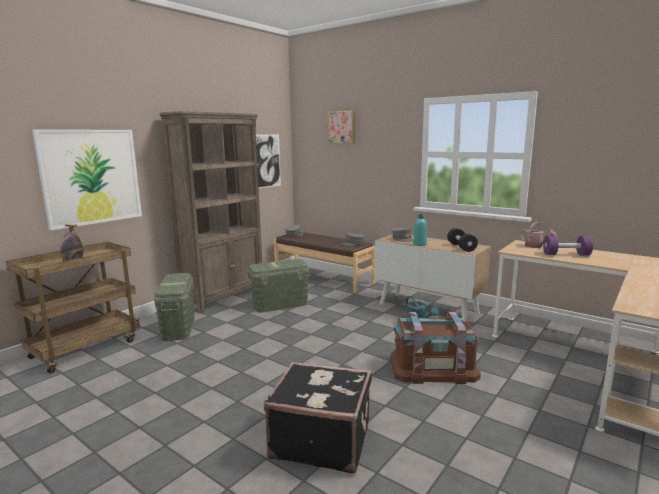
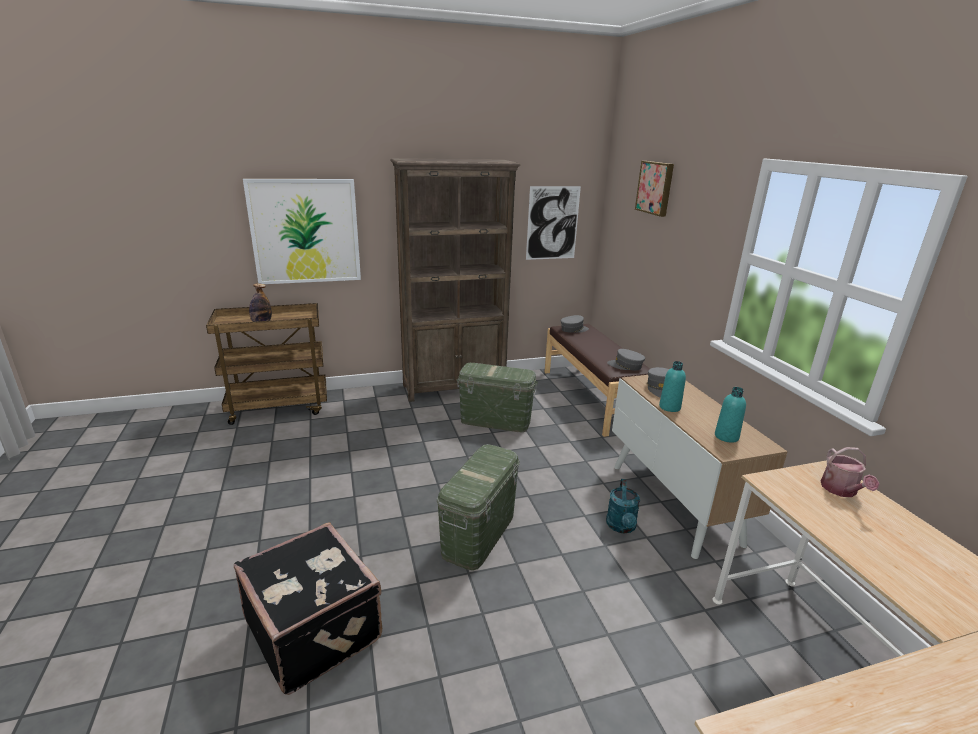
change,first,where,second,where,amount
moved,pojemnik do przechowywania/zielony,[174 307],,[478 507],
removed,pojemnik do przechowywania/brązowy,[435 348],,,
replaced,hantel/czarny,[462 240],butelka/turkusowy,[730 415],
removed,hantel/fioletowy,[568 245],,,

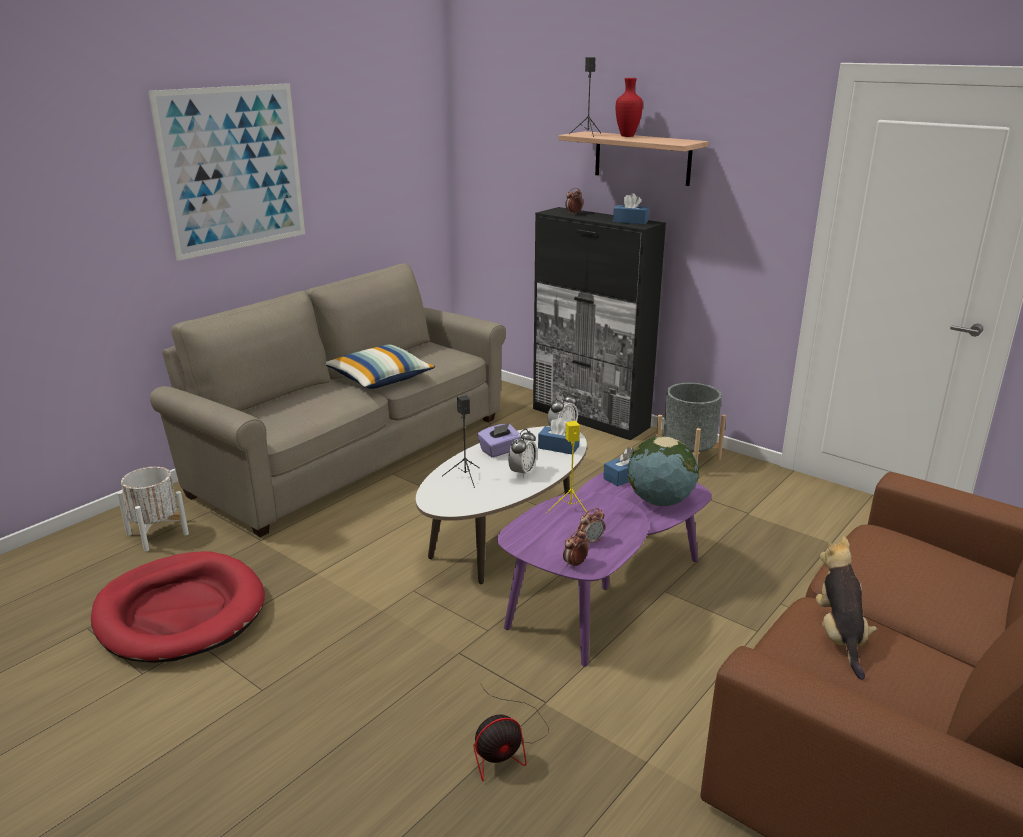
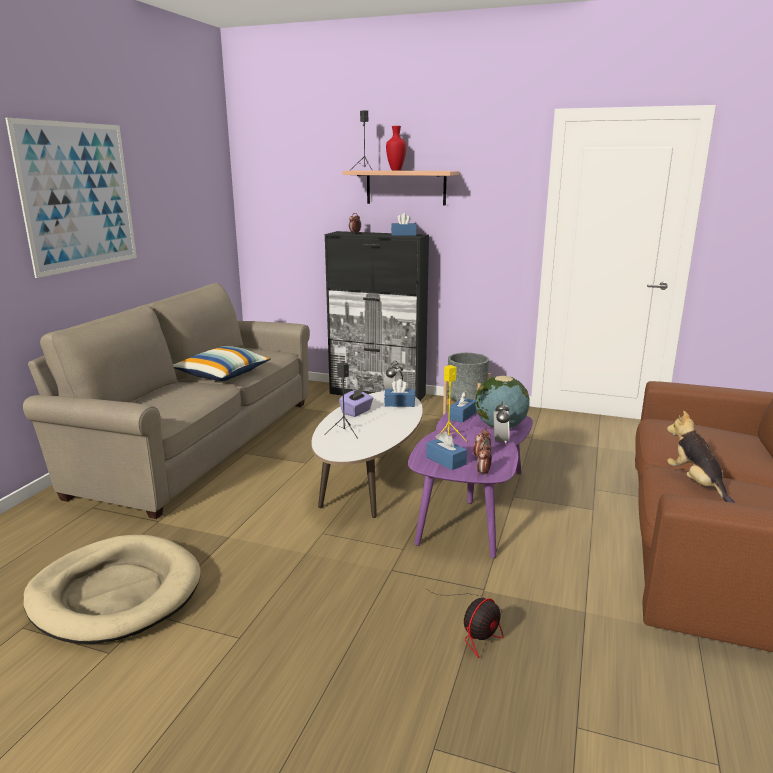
change,first,where,second,where,amount
recoloured,legowisko/czerwony,[178 607],legowisko/beżowy,[112 589],
removed,donica/biały,[153 509],,,
moved,budzik,[522 453],,[501 423],
added,,,pudełko chusteczek/niebieski,[446 450],

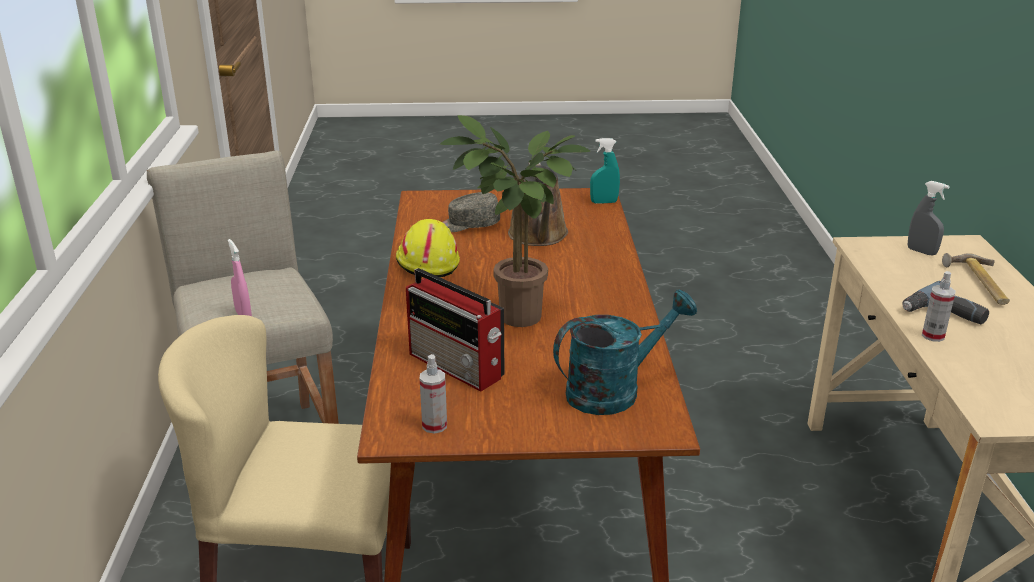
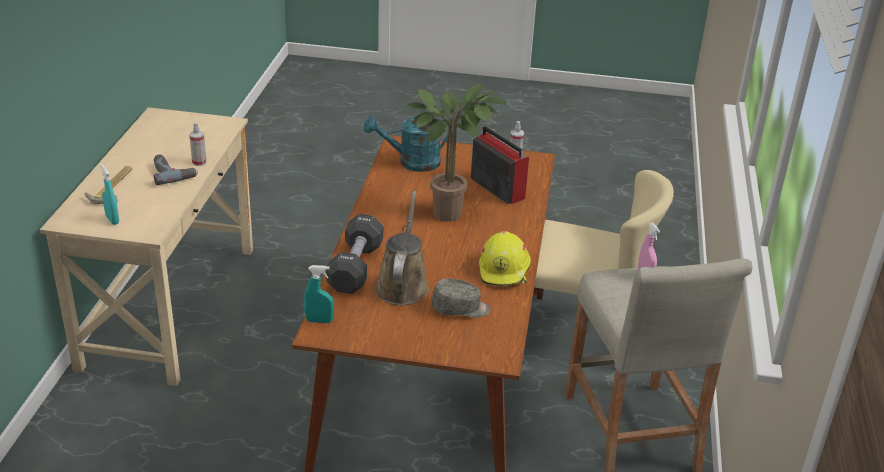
change,first,where,second,where,amount
recoloured,spryskiwacz/szary,[929 218],spryskiwacz/turkusowy,[109 194],
added,,,hantel/czarny,[354 254],

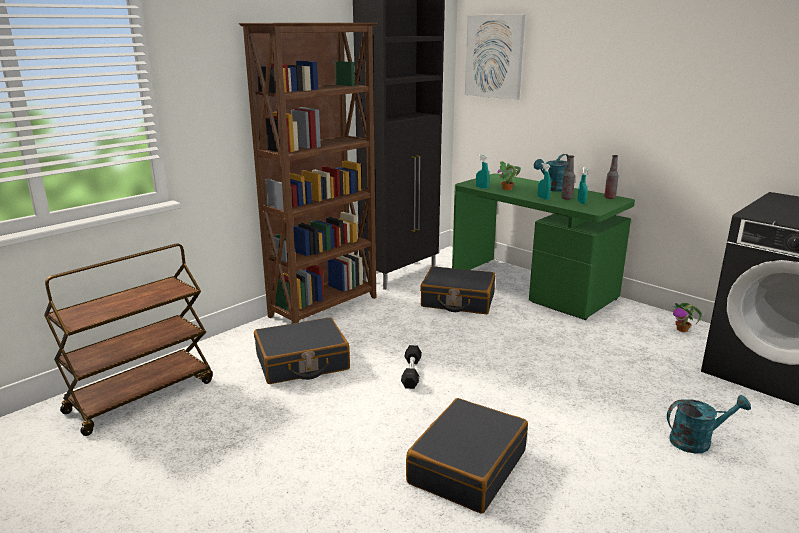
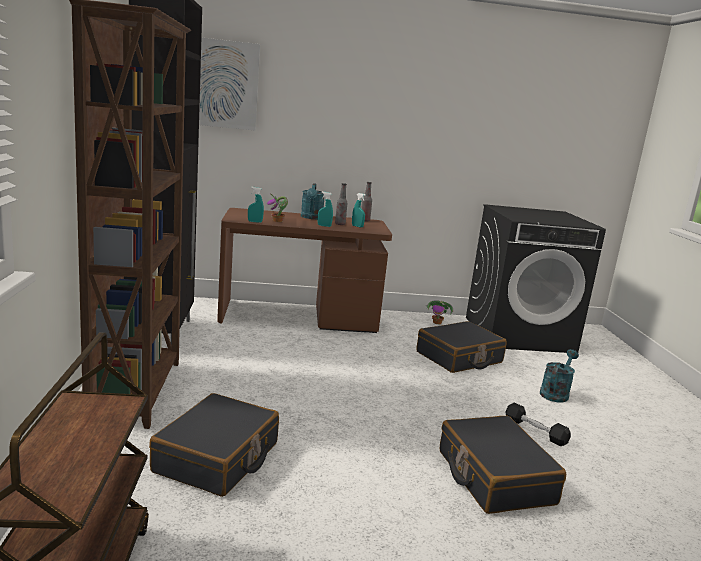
change,first,where,second,where,amount
moved,hantel/czarny,[411 367],,[538 424],
moved,walizka/czarny,[457 290],,[462 347],
recoloured,biurko/zielony,[543 246],biurko/brązowy,[304 270],

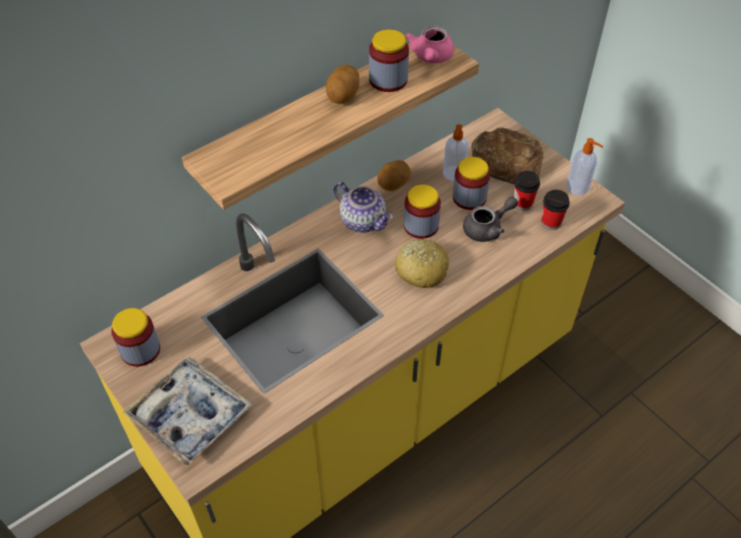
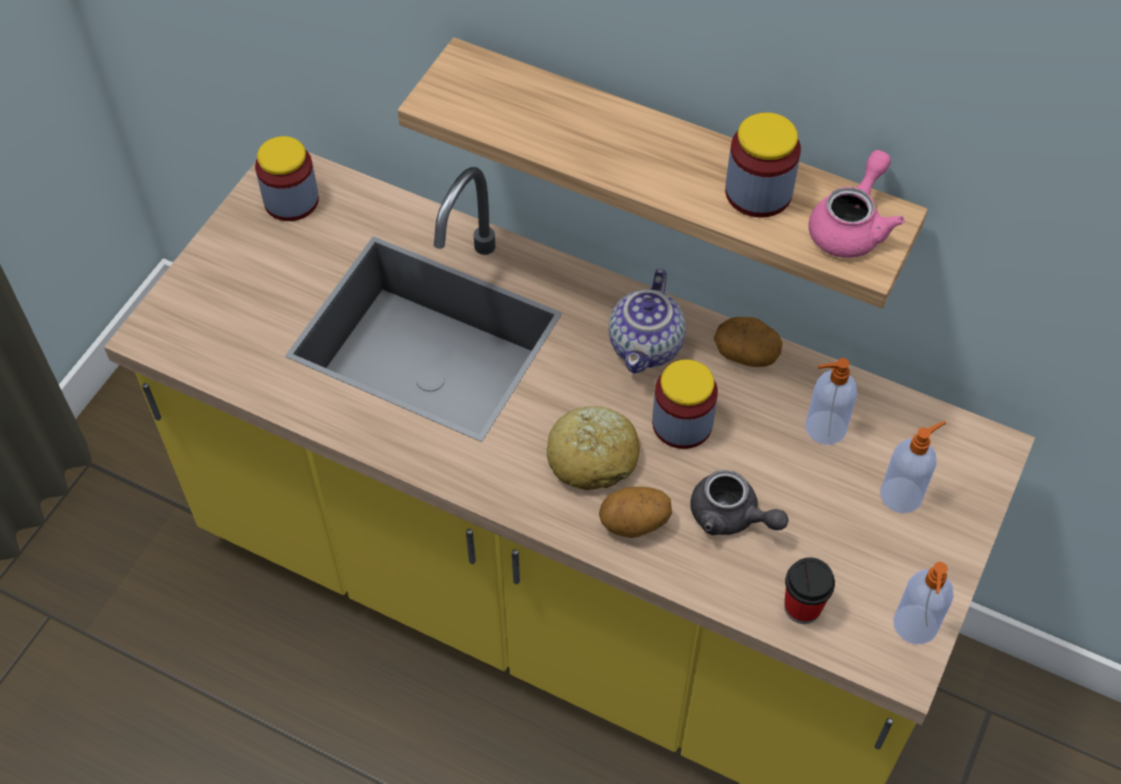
change,first,where,second,where,amount
removed,taca,[187 412],,,
moved,ziemniak,[342 84],,[635 512],
turned,imbryk/różowy,[429 44],,[856 204],135 degrees clockwise
removed,słoik,[471 183],,,
replaced,chleb,[507 155],dozownik mydła,[913 467],
removed,filiżanka,[527 191],,,

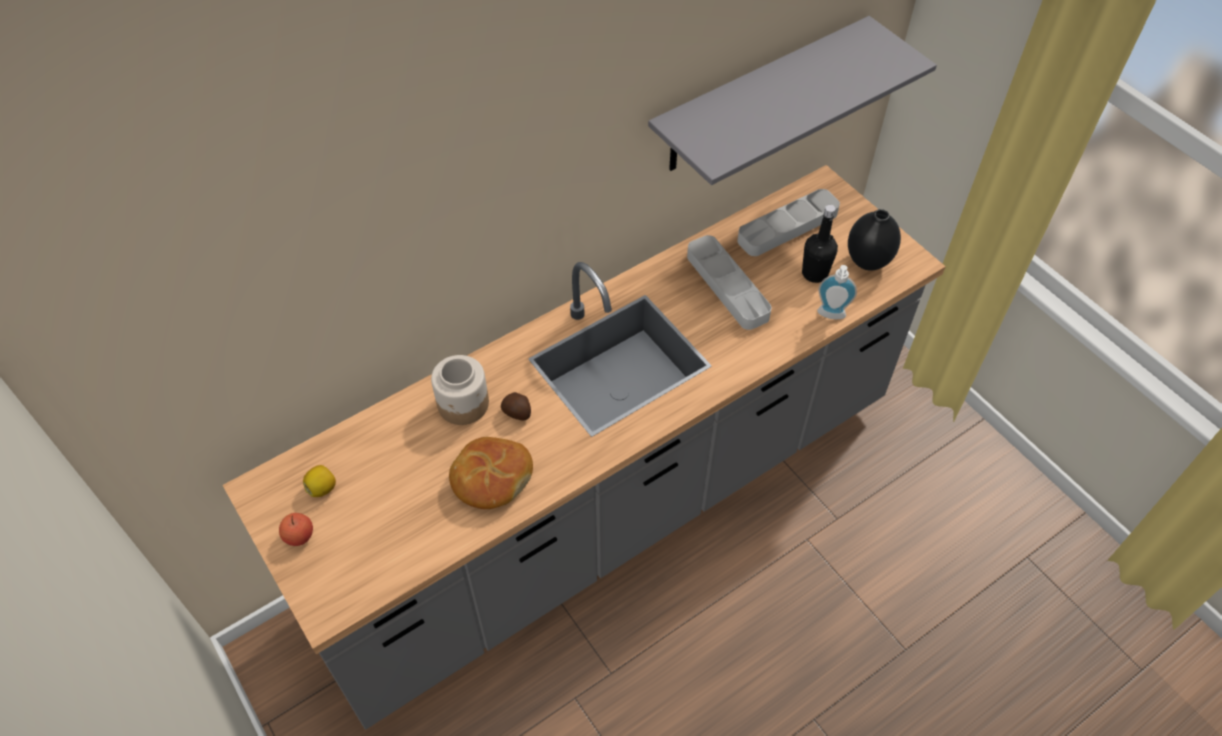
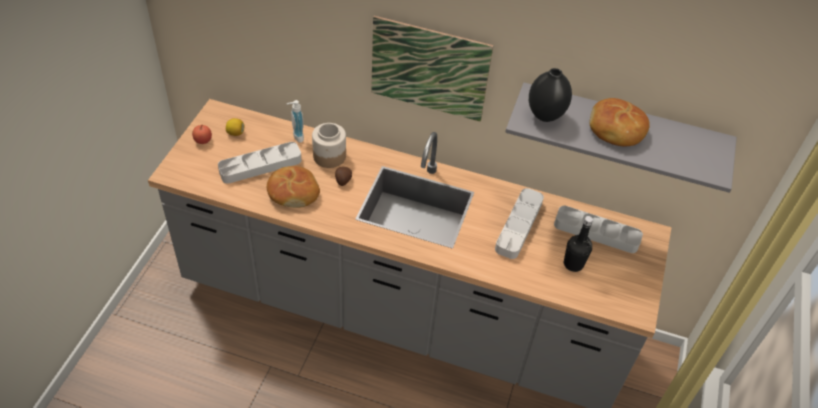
change,first,where,second,where,amount
moved,dozownik mydła,[837 292],,[295 121],
moved,wazon/czarny,[874 240],,[550 95],
added,,,taca/szary,[259 162],
added,,,obraz,[432 69],
added,,,chleb,[619 122],

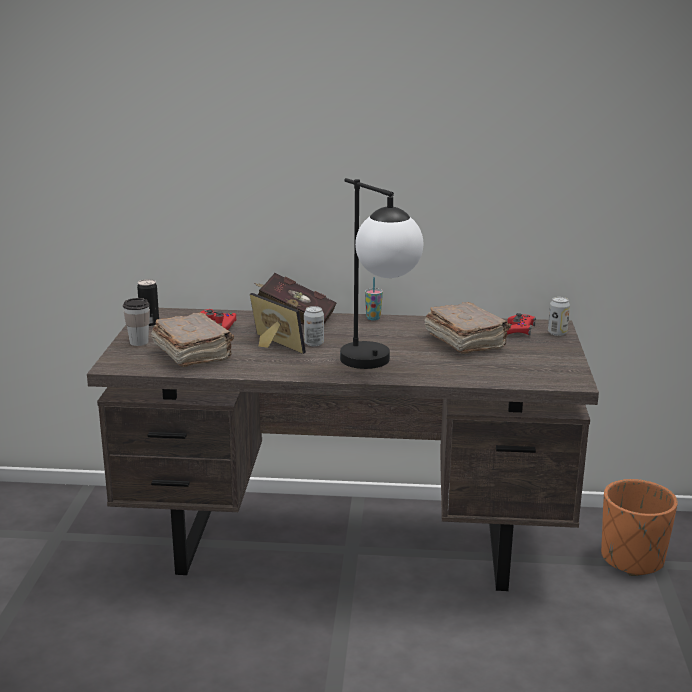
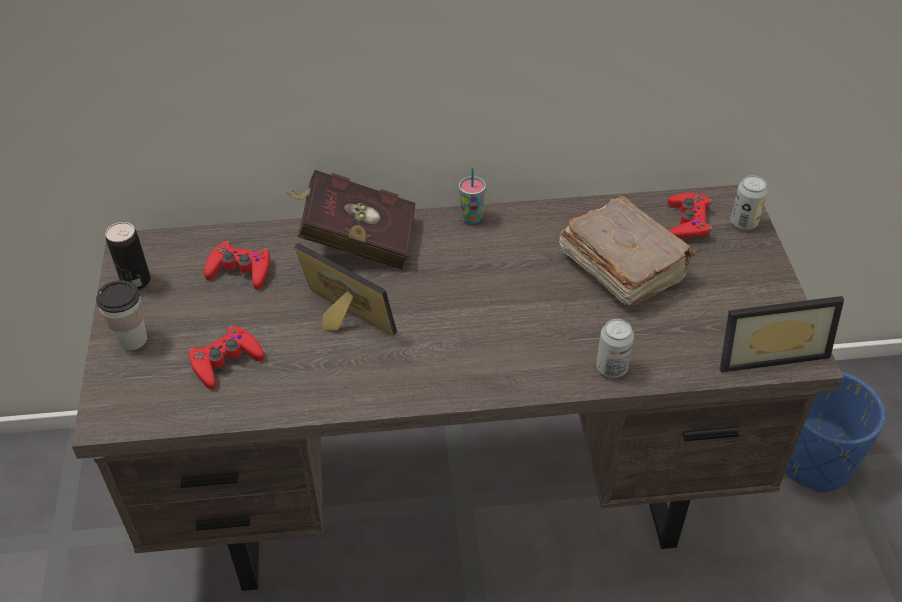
change,first,where,second,where,amount
replaced,książka/brązowy,[192 339],pad do gier/czerwony,[226 357],
moved,puszka,[314 326],,[615 348],
removed,lampa stołowa,[381 273],,,
recoloured,donica/pomarańczowy,[639 527],donica/niebieski,[835 432],
added,,,ramka na zdjęcie,[782 334],

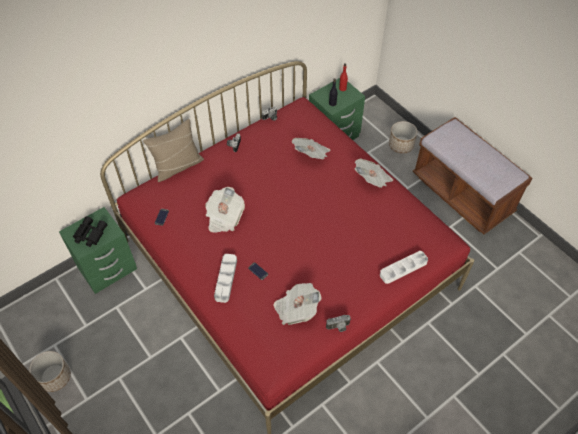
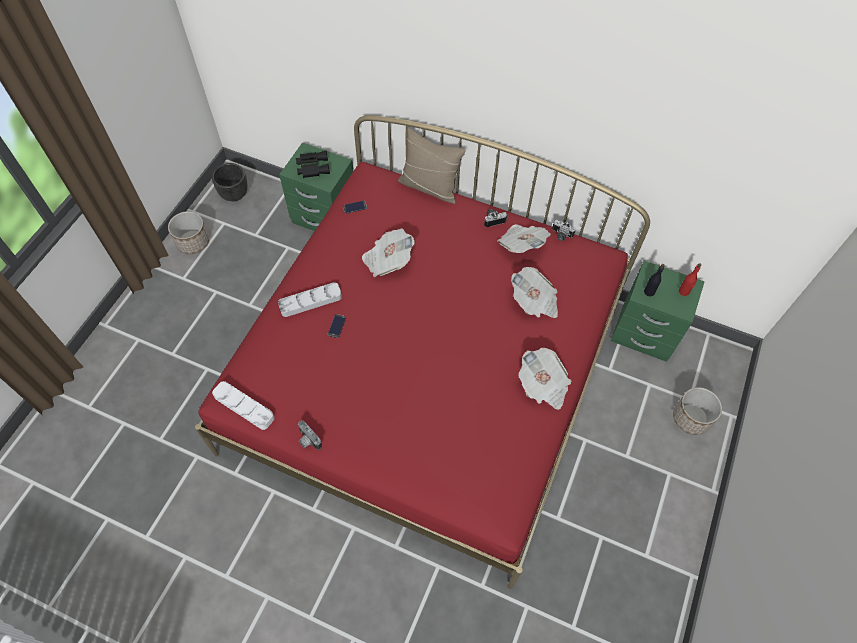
change,first,where,second,where,amount
moved,gazeta,[297 304],,[524 238],
moved,taca/biały,[404 267],,[243 405],
removed,ławka/brązowy,[473 175],,,
added,,,donica/czarny,[230 182],

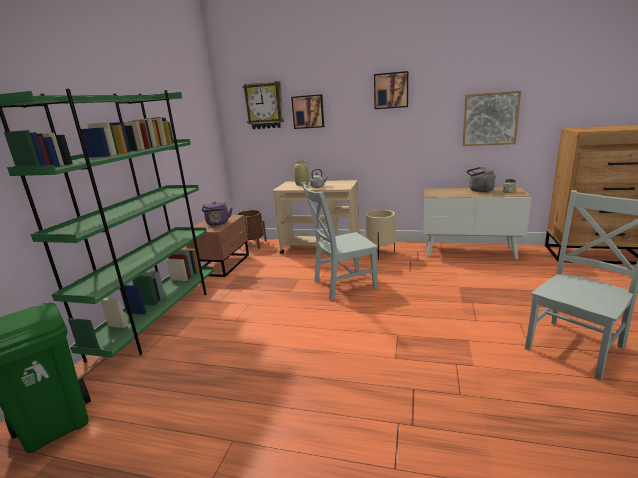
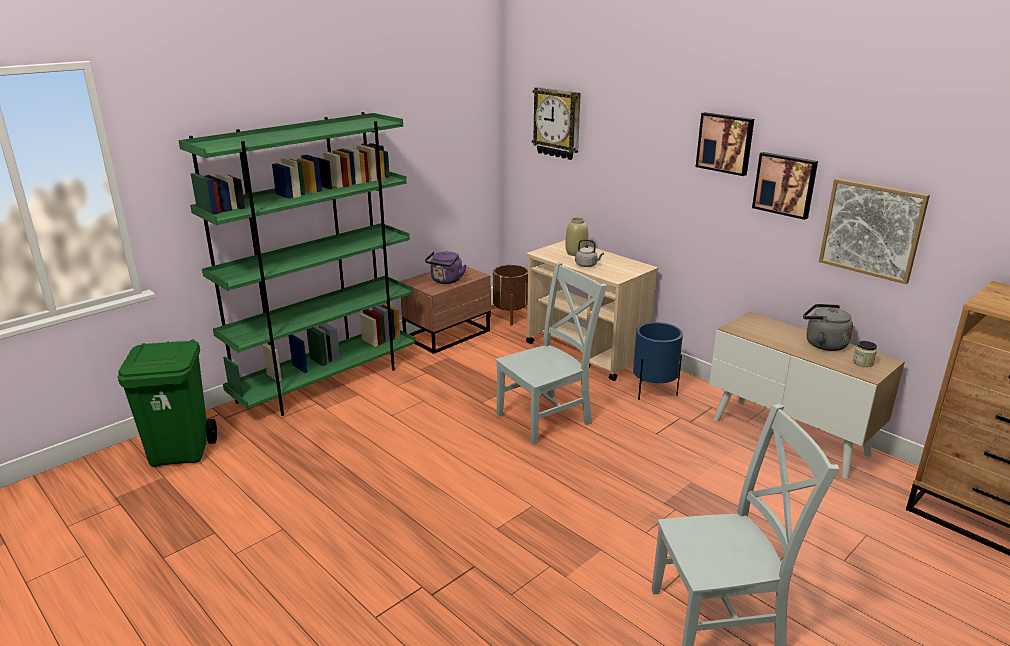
change,first,where,second,where,amount
moved,obraz,[307 111],,[785 186],
turned,krzesło/szary,[339 241],,[551 353],135 degrees clockwise
recoloured,donica/beżowy,[380 235],donica/niebieski,[658 361],

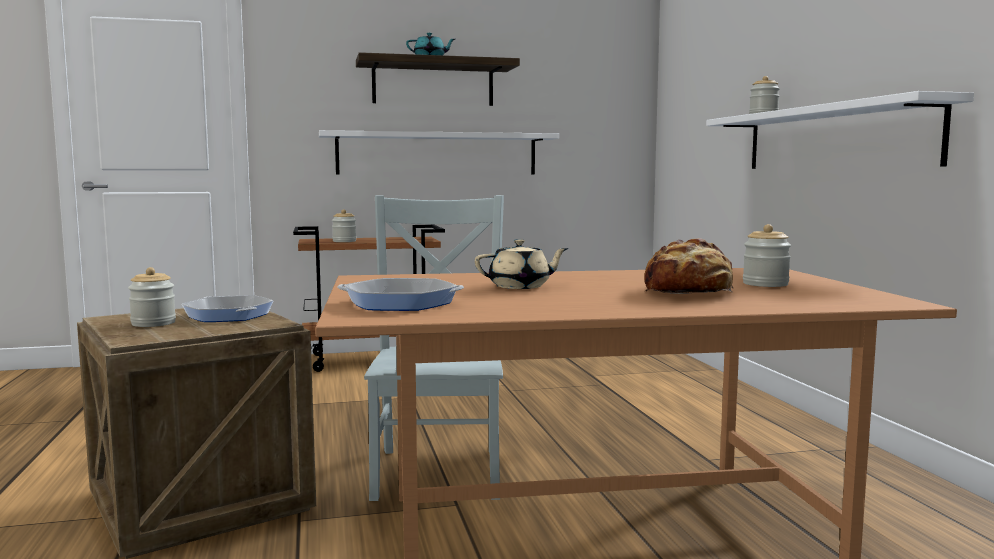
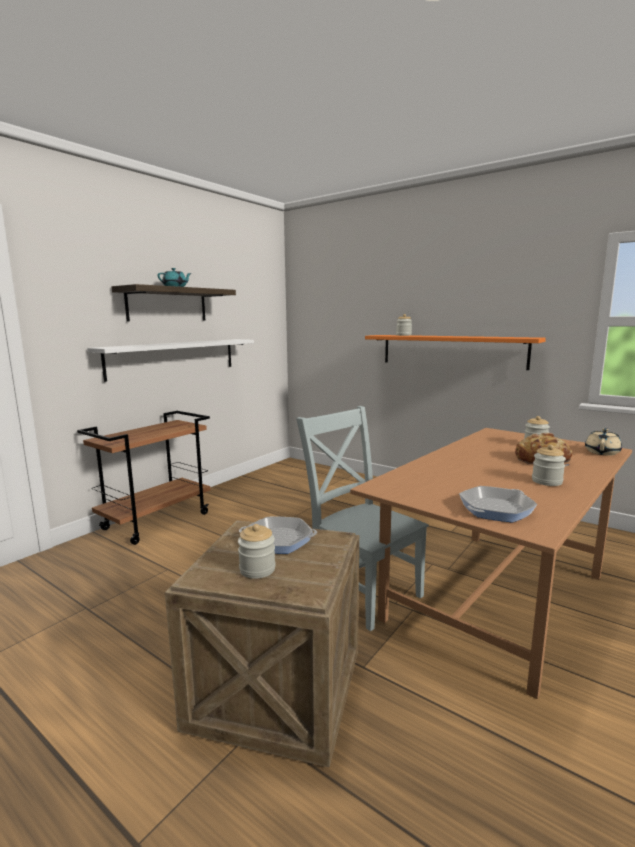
change,first,where,second,where,amount
moved,słoik,[344 225],,[549 465],
moved,imbryk/beżowy,[521 264],,[603 442],
recoloured,półka/biały,[840 130],półka/pomarańczowy,[455 352],

